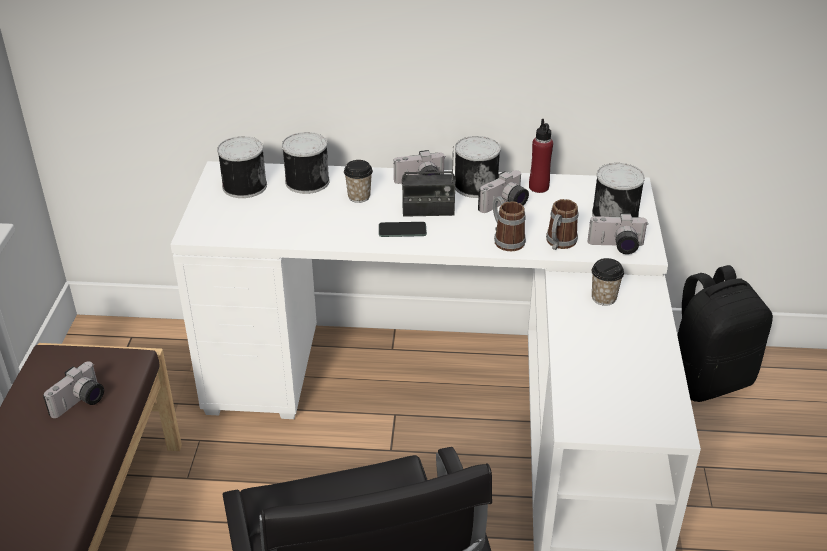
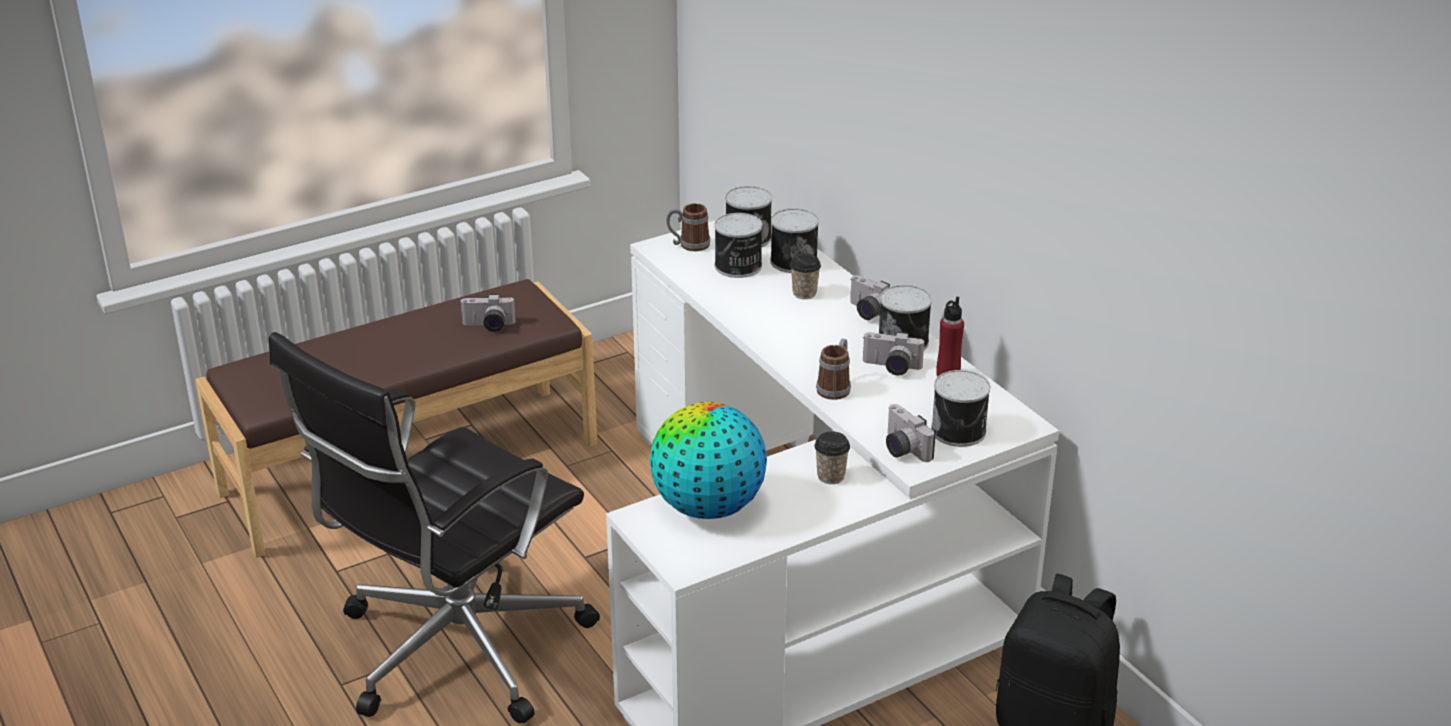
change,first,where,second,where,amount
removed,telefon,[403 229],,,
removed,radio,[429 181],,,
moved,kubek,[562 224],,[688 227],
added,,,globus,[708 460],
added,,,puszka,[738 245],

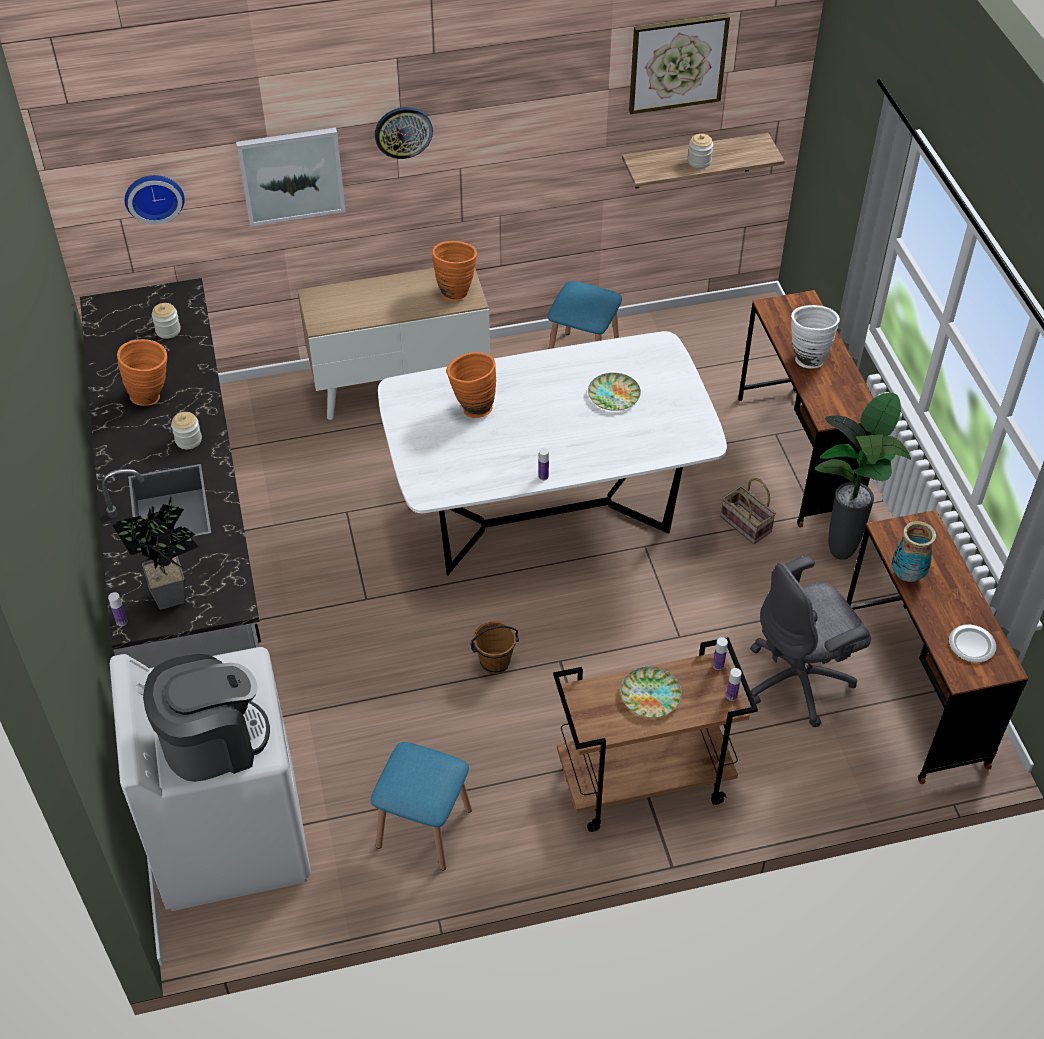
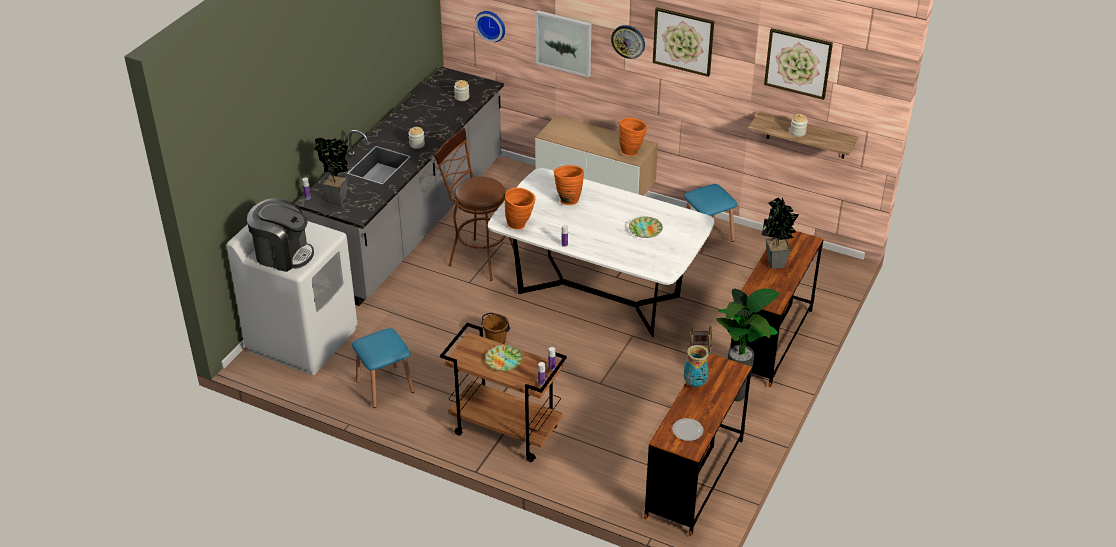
change,first,where,second,where,amount
moved,wazon/pomarańczowy,[142 372],,[519 209],
removed,krzesło biurowe/szary,[810 641],,,
replaced,wazon/biały,[815 337],roślina doniczkowa,[780 233],
added,,,stołek/brązowy,[474 204],
added,,,obraz,[683 42],

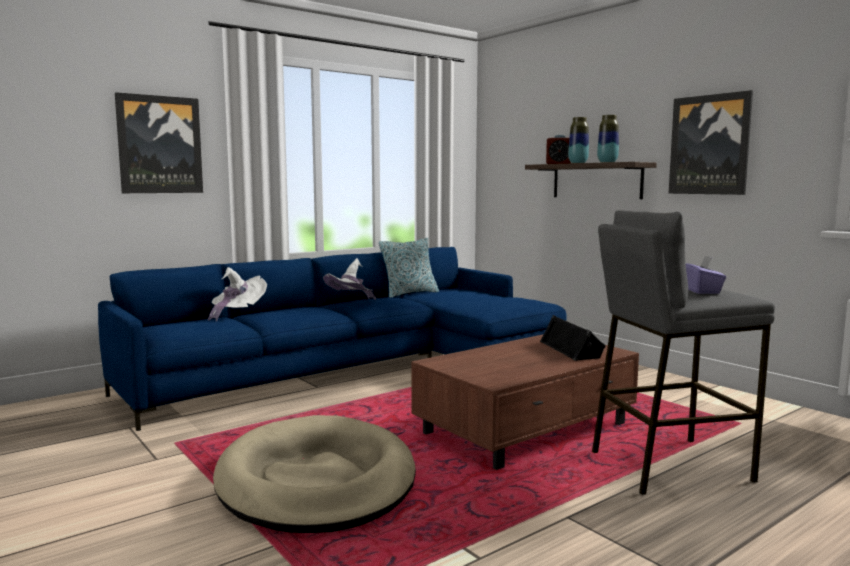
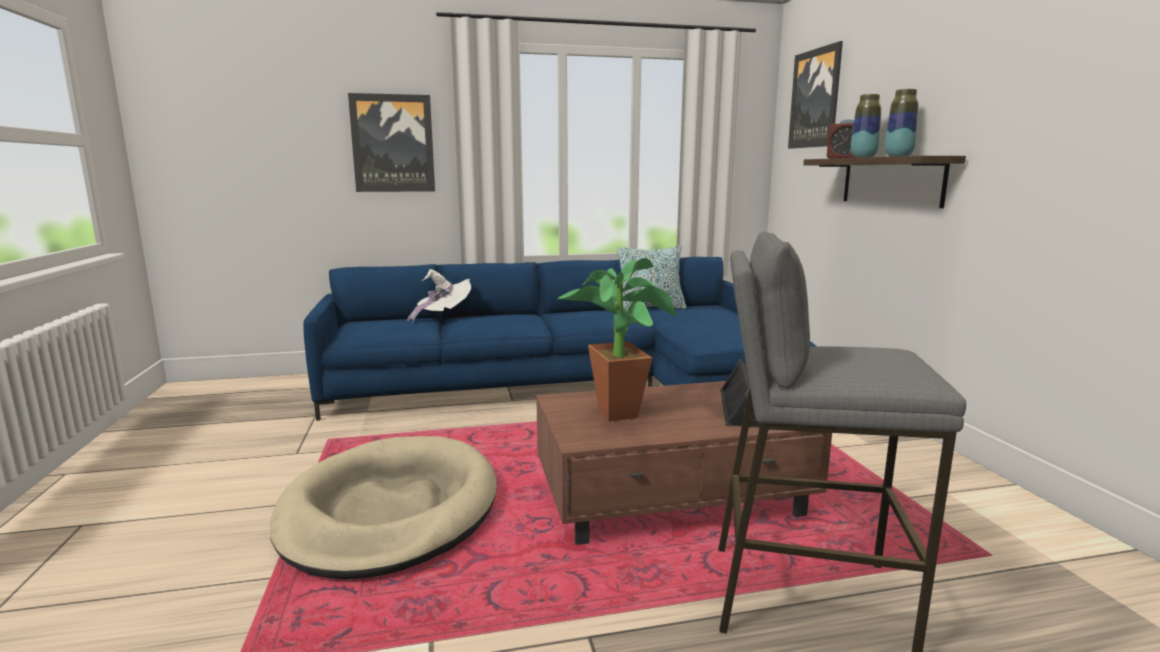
change,first,where,second,where,amount
removed,kapelusz/biały,[349 279],,,
moved,obraz,[711 142],,[815 95],
removed,pudełko chusteczek/fioletowy,[705 275],,,
added,,,roślina doniczkowa,[616 340],

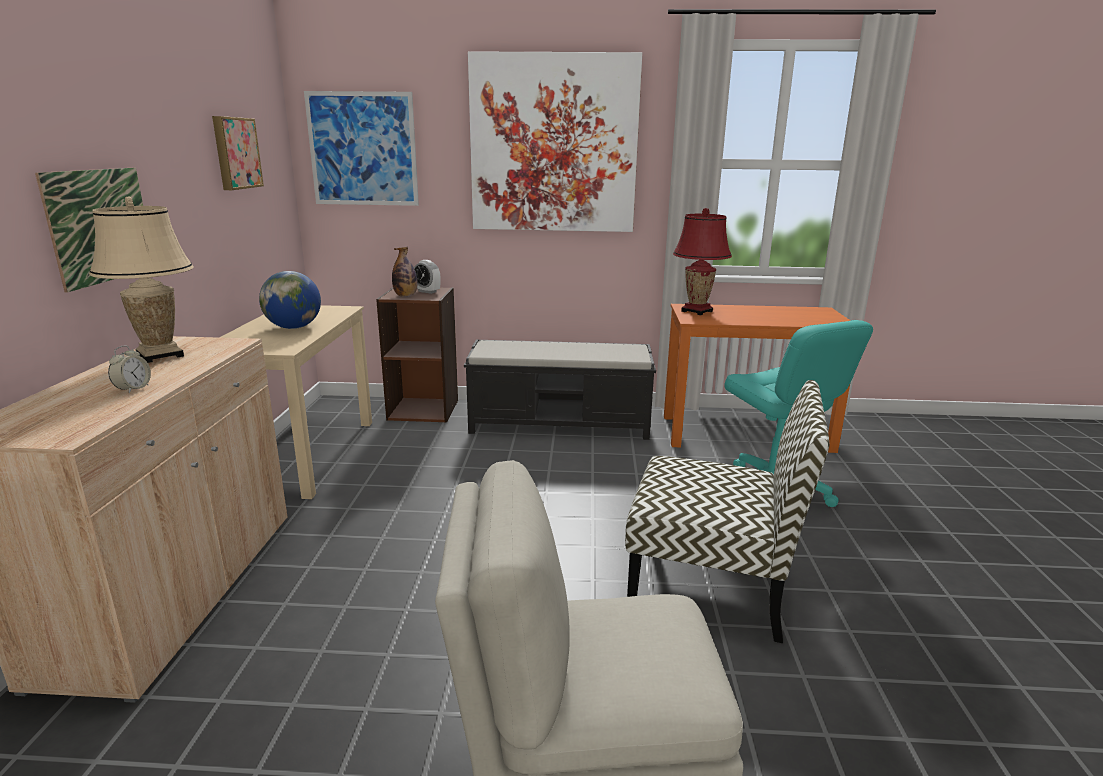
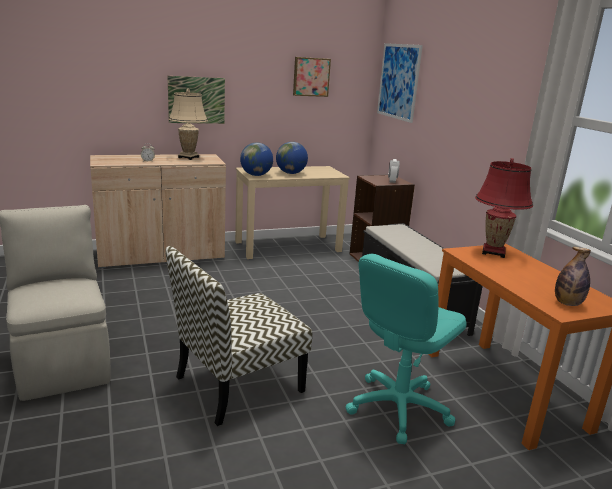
change,first,where,second,where,amount
moved,butelka,[404 272],,[573 276],
removed,obraz,[555 141],,,
turned,krzesło,[727 511],,[238 336],60 degrees clockwise
added,,,globus,[256 159],

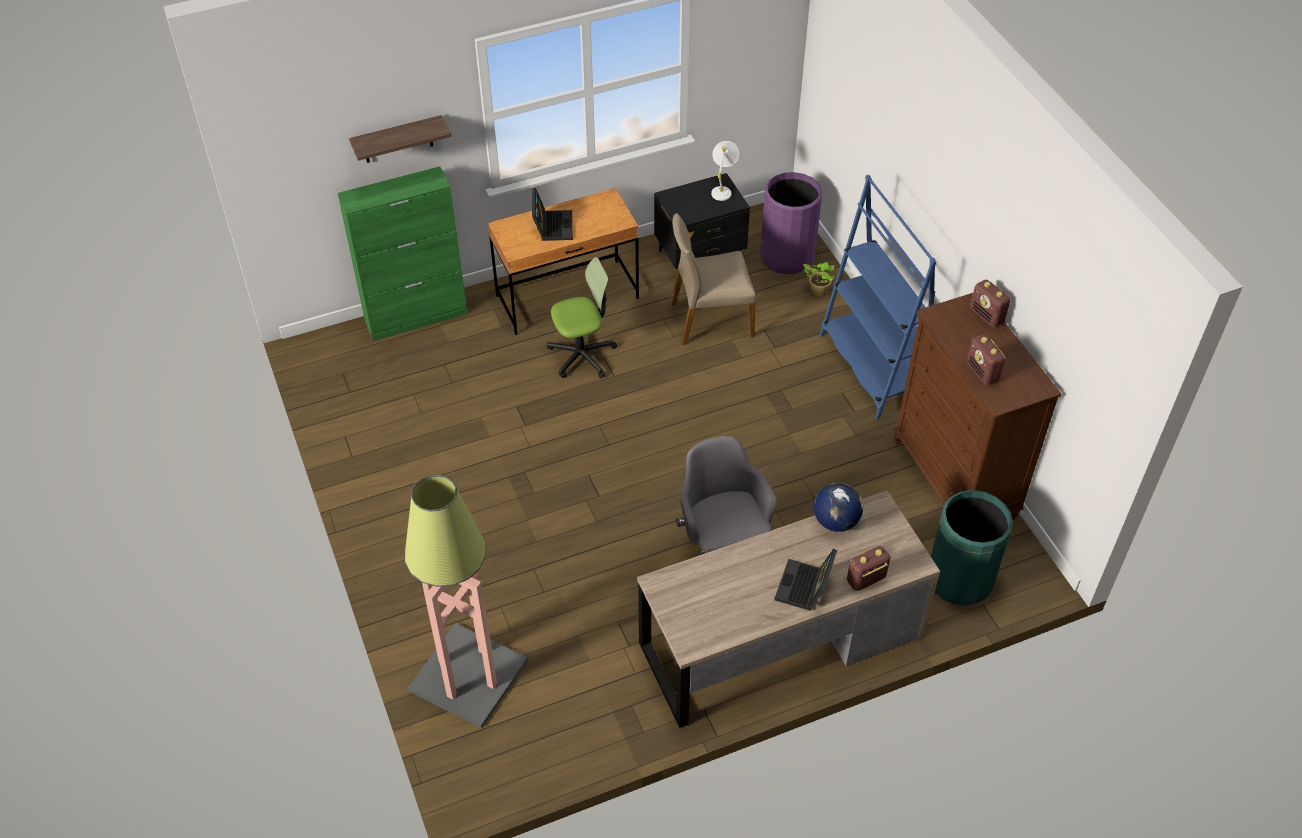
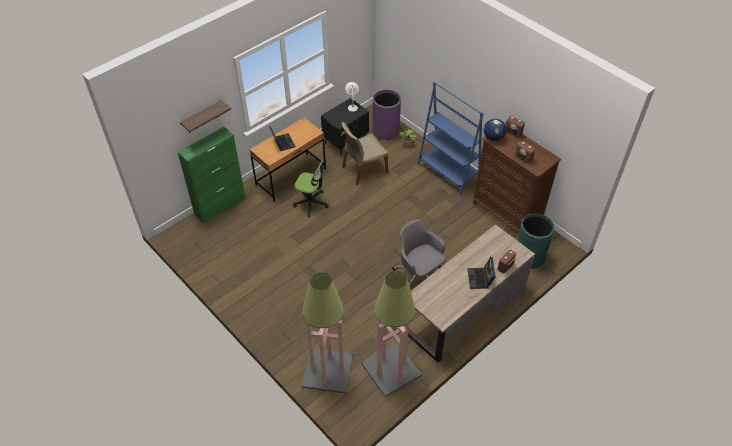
change,first,where,second,where,amount
turned,krzesło biurowe,[582 318],,[311 188],60 degrees clockwise
moved,globus,[838 507],,[495 129],
added,,,lampa stojąca,[391 334],

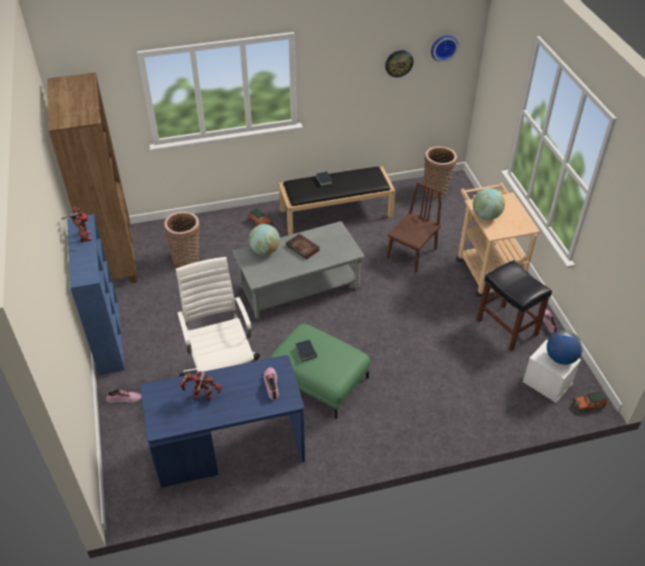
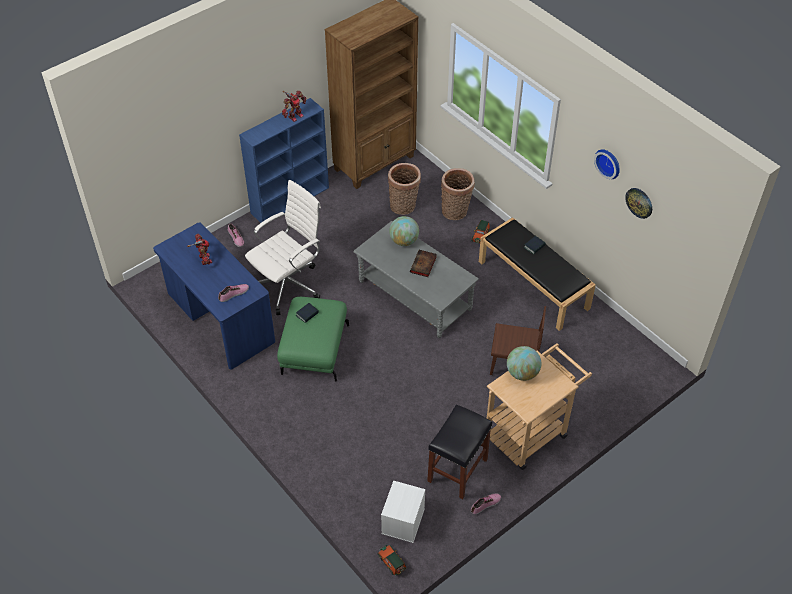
change,first,where,second,where,amount
moved,koszyk,[440 172],,[458 194],
moved,zegar ścienny,[445 48],,[607 164],
removed,globus,[565 347],,,

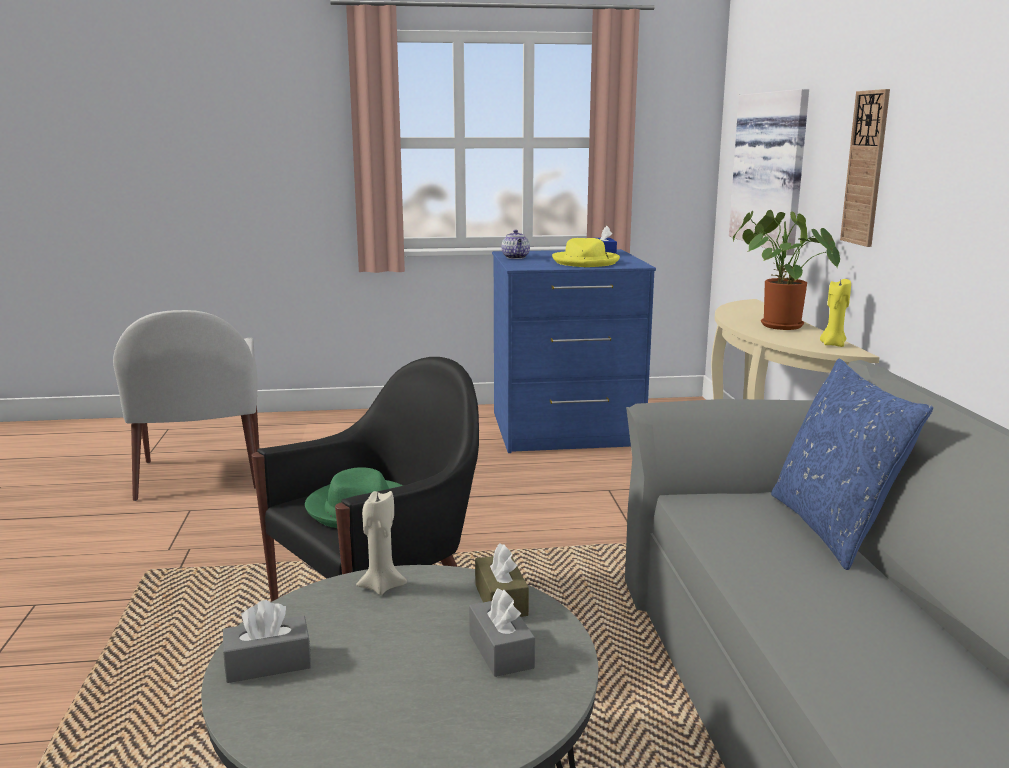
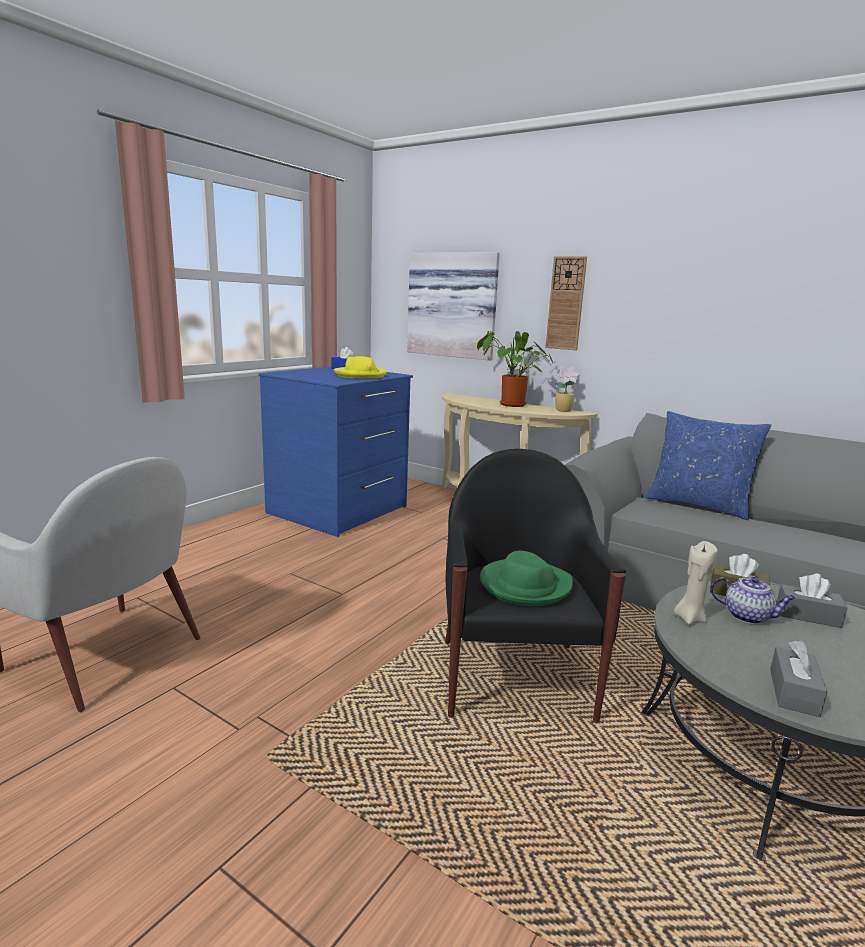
change,first,where,second,where,amount
moved,imbryk,[516 244],,[753 600],
replaced,świeca/żółty,[835 313],roślina doniczkowa,[567 389],

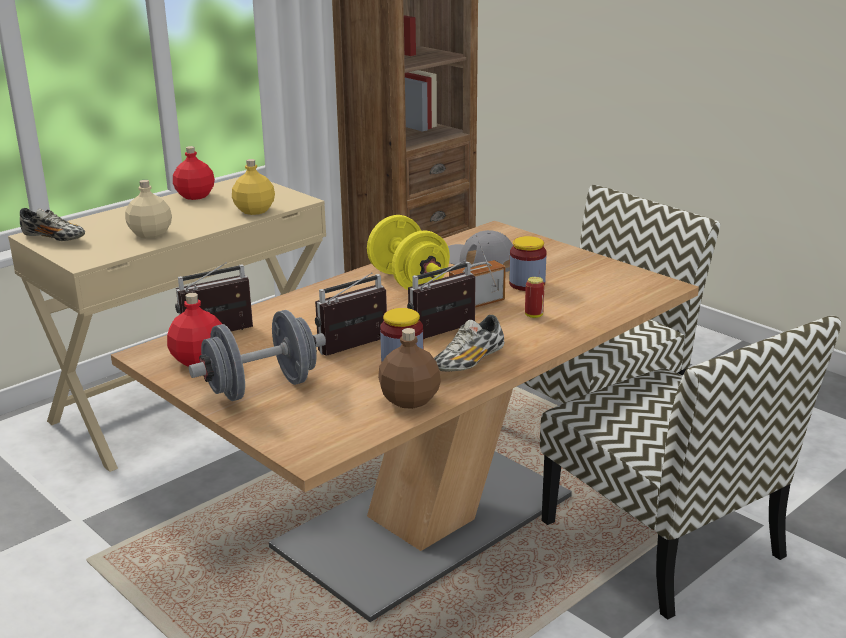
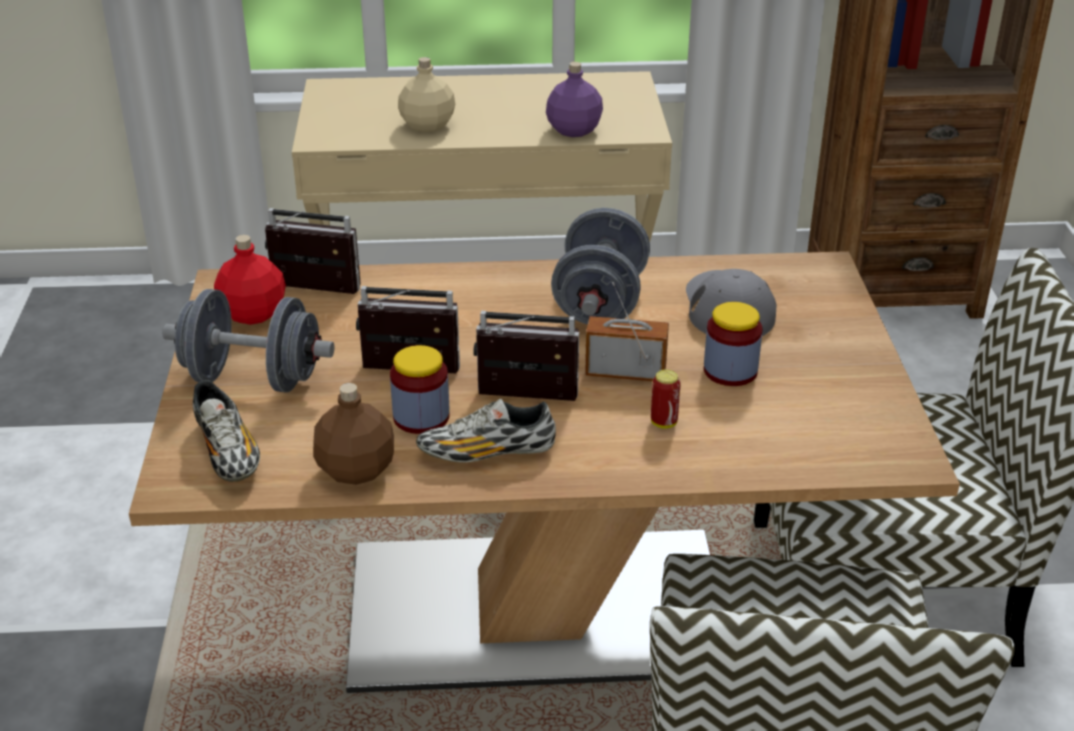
change,first,where,second,where,amount
moved,but,[52 224],,[226 431],
removed,butelka/czerwony,[194 173],,,
recoloured,butelka/żółty,[253 187],butelka/fioletowy,[574 99],
recoloured,hantel/żółty,[408 252],hantel/szary,[600 266],

